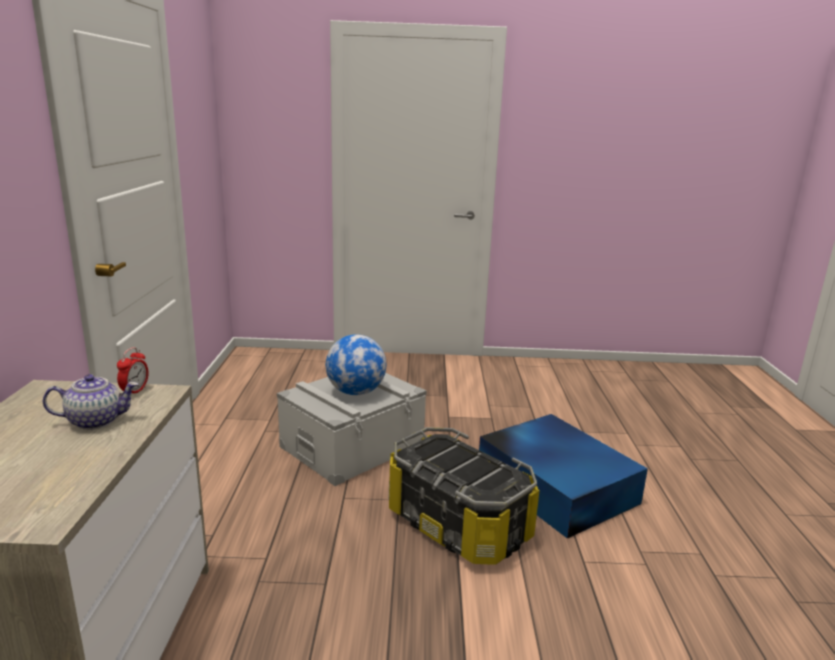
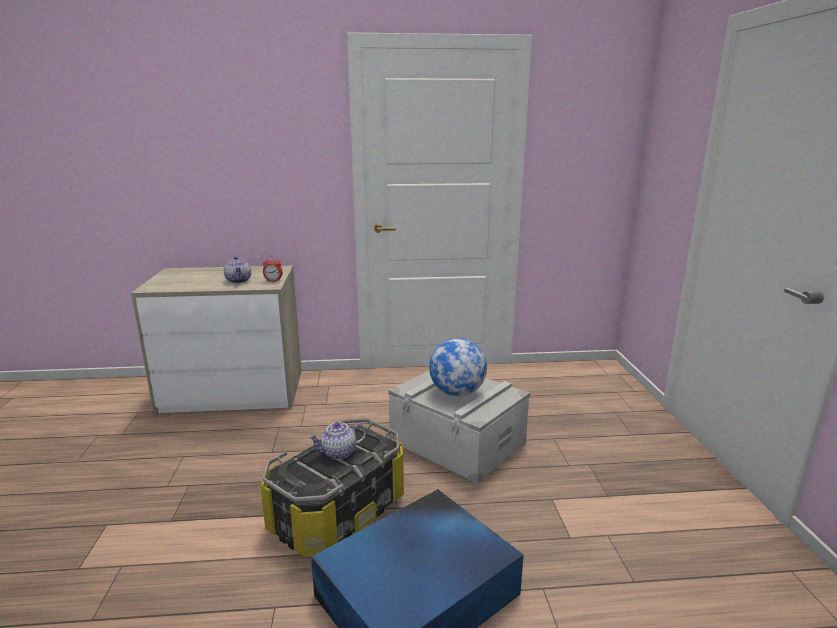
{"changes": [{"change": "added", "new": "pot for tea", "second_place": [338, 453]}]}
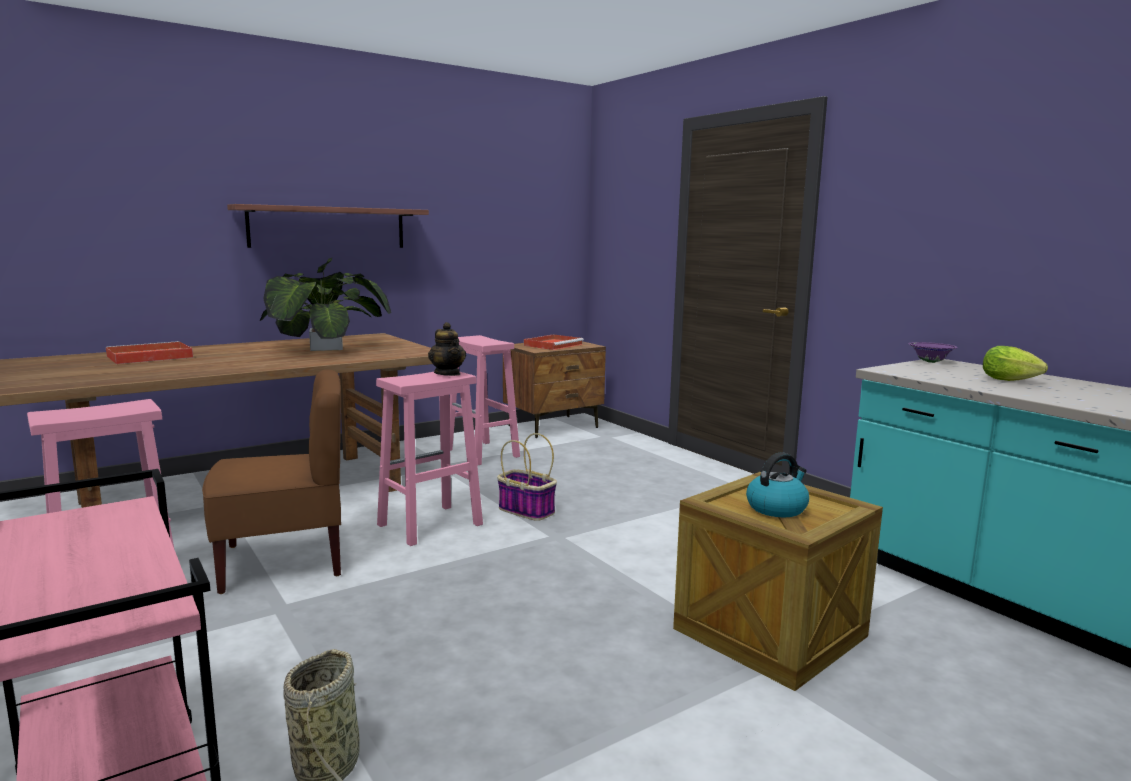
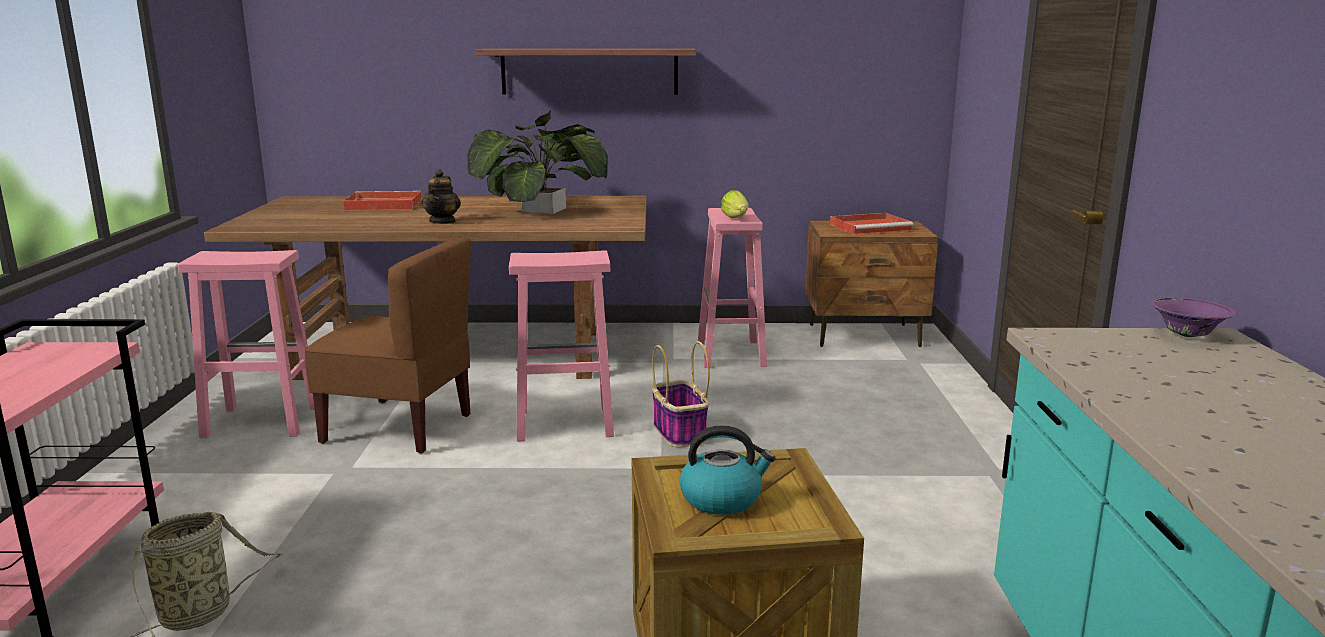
{"changes": [{"change": "moved", "old": "pot for tea", "first_place": [447, 374], "second_place": [443, 221]}, {"change": "moved", "old": "lettuce head", "first_place": [1012, 381], "second_place": [736, 219]}]}
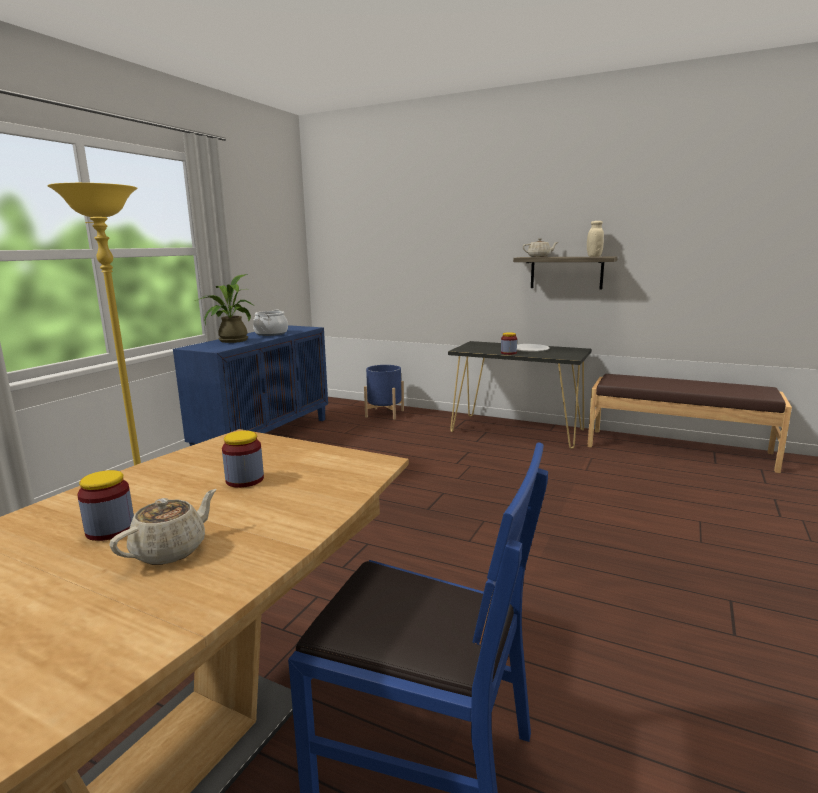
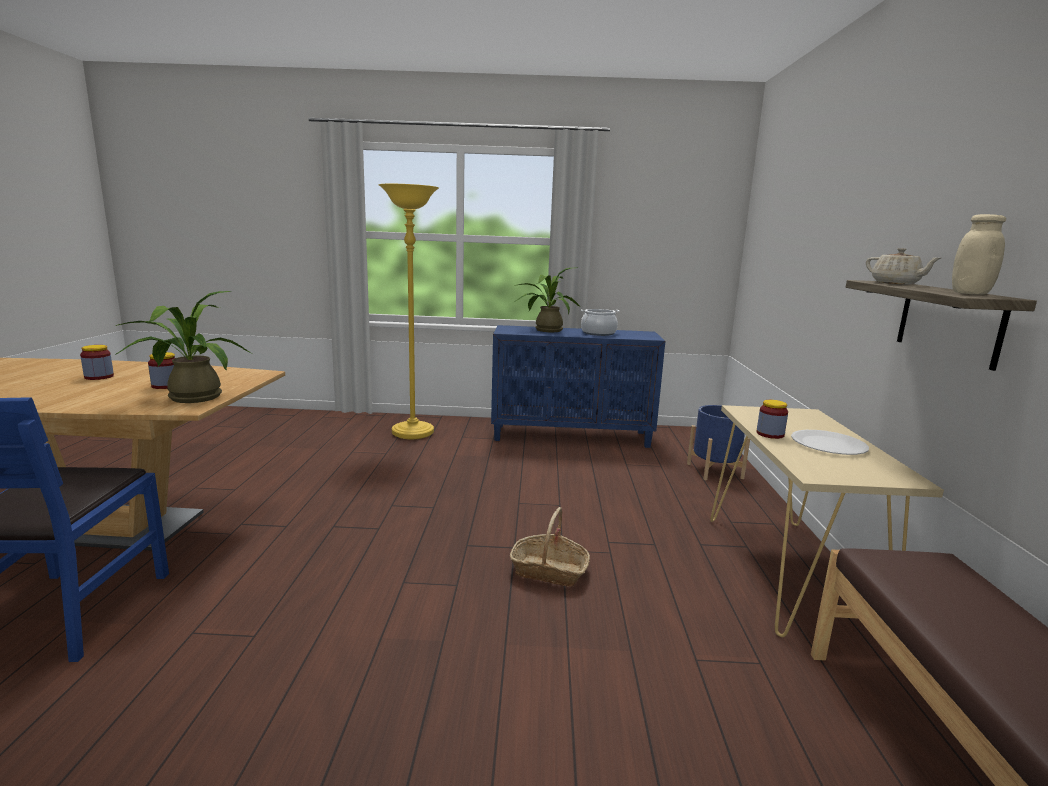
{"changes": [{"change": "removed", "old": "pot for tea in sand-coloured", "first_place": [171, 550]}, {"change": "recoloured", "old": "console table in blackish", "new": "console table in sand-coloured", "first_place": [517, 431], "second_place": [789, 572]}, {"change": "added", "new": "plant in a pot", "second_place": [189, 397]}, {"change": "added", "new": "household basket", "second_place": [549, 570]}]}
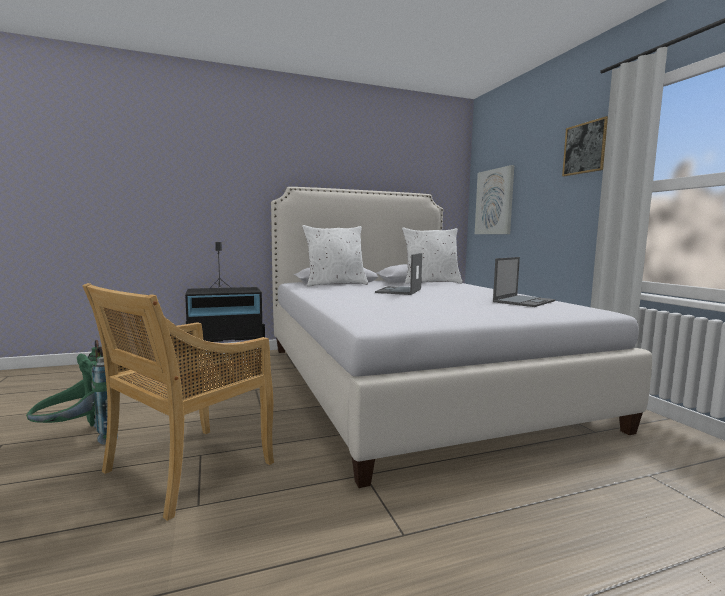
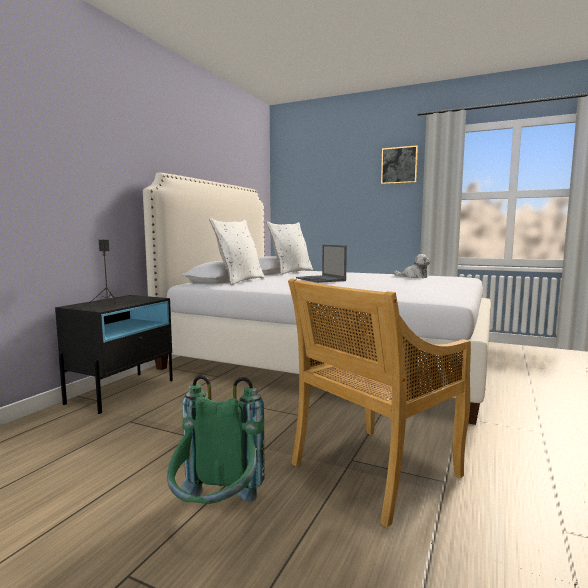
{"changes": [{"change": "turned", "old": "chair in sand-coloured", "first_place": [187, 469], "second_place": [373, 471], "degrees": 60}, {"change": "removed", "old": "picture", "first_place": [494, 202]}, {"change": "replaced", "old": "laptop", "new": "soft toy", "first_place": [524, 301], "second_place": [413, 277]}]}
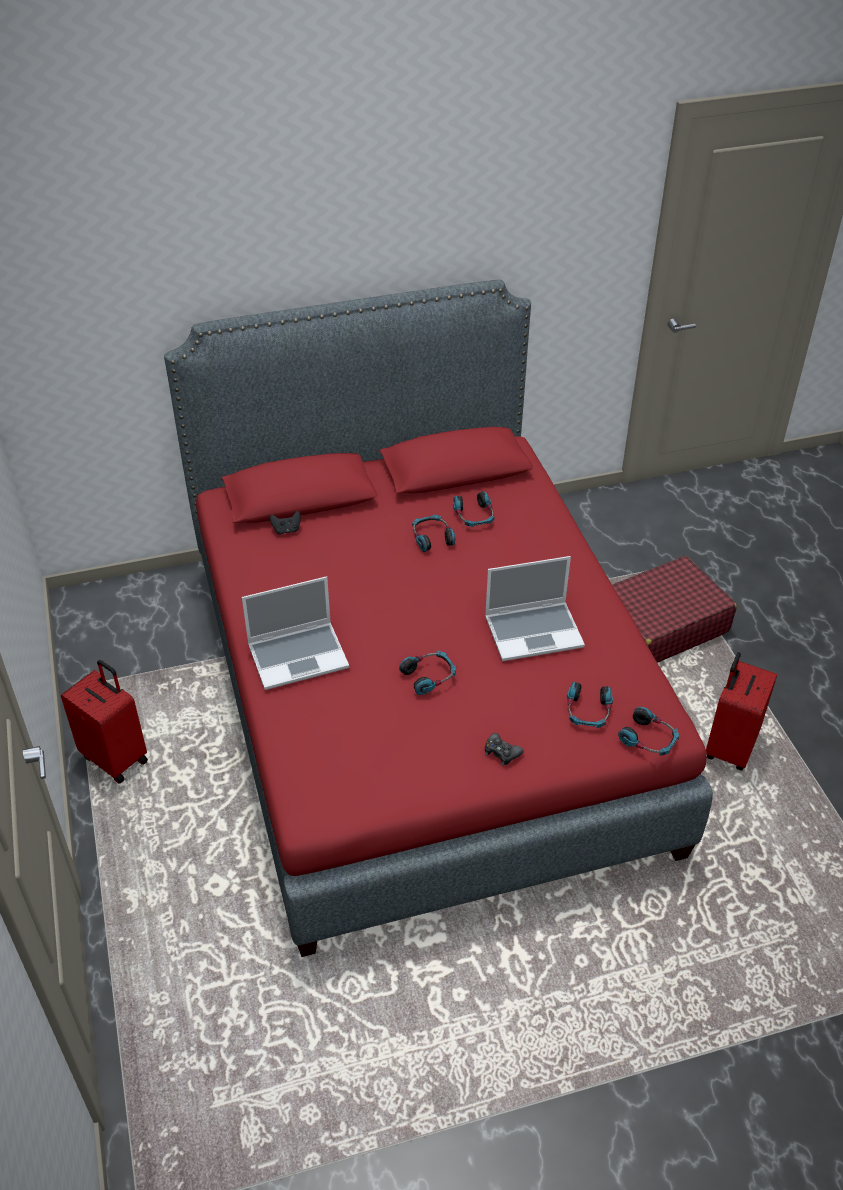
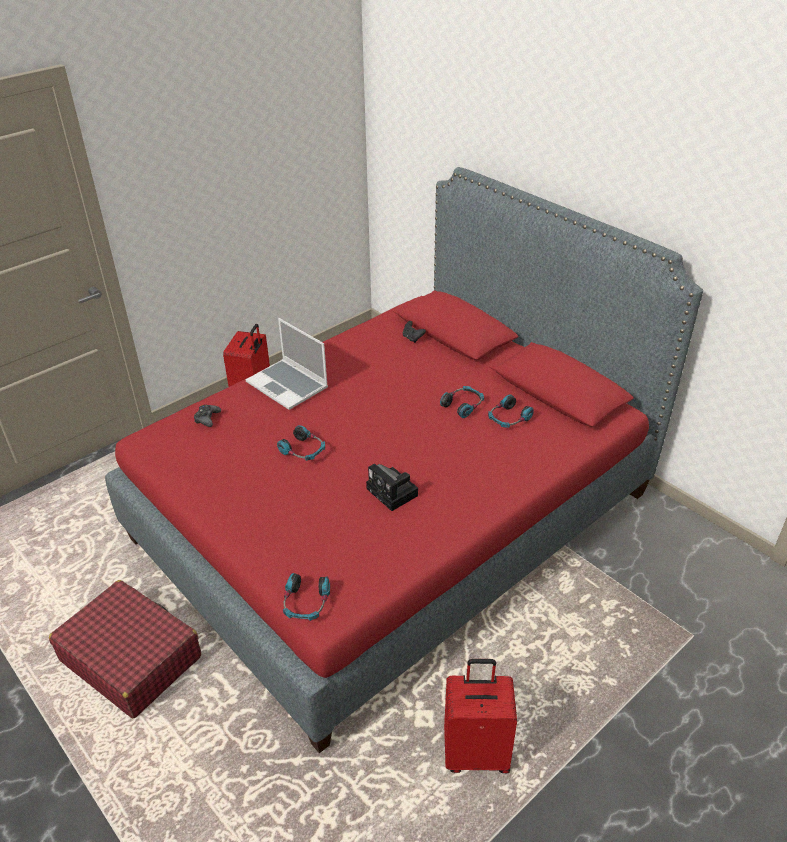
{"changes": [{"change": "replaced", "old": "laptop", "new": "still camera", "first_place": [534, 631], "second_place": [394, 493]}, {"change": "moved", "old": "gamepad in blackish", "first_place": [501, 752], "second_place": [207, 418]}, {"change": "removed", "old": "headset", "first_place": [588, 711]}, {"change": "moved", "old": "travel case in reddish", "first_place": [661, 624], "second_place": [131, 658]}]}
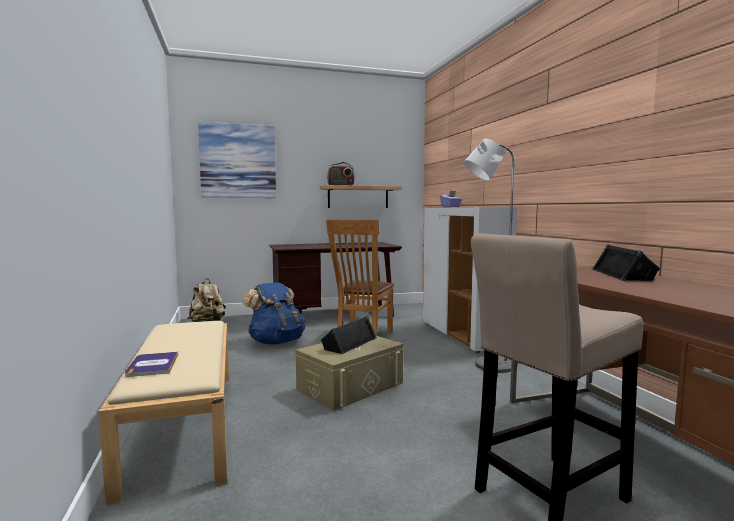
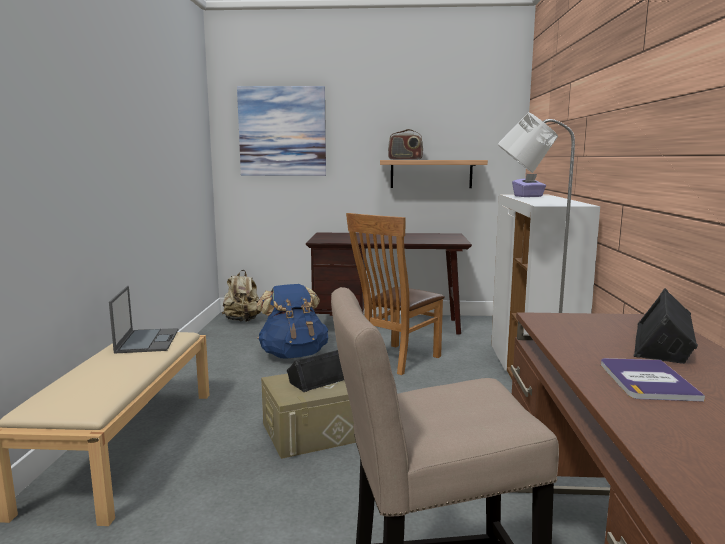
{"changes": [{"change": "moved", "old": "volume", "first_place": [153, 365], "second_place": [646, 380]}, {"change": "added", "new": "laptop", "second_place": [147, 340]}]}
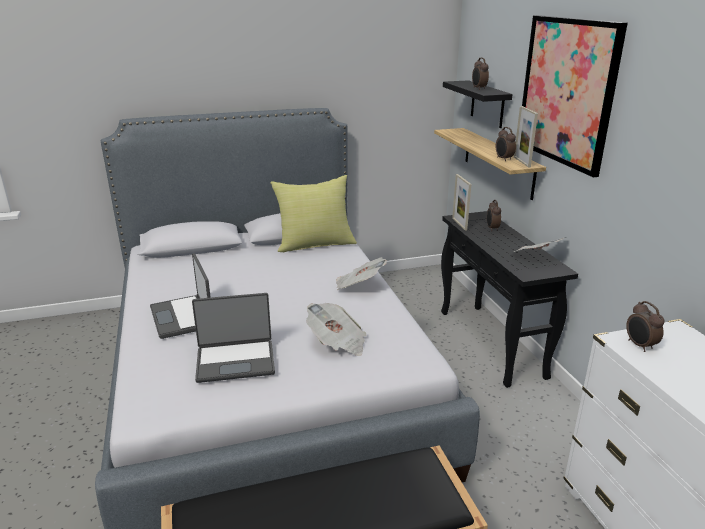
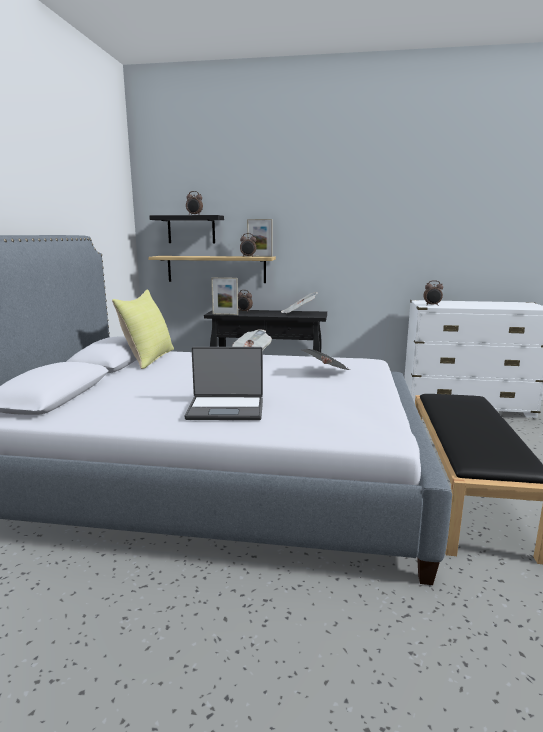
{"changes": [{"change": "removed", "old": "laptop", "first_place": [235, 361]}, {"change": "removed", "old": "picture", "first_place": [567, 92]}]}
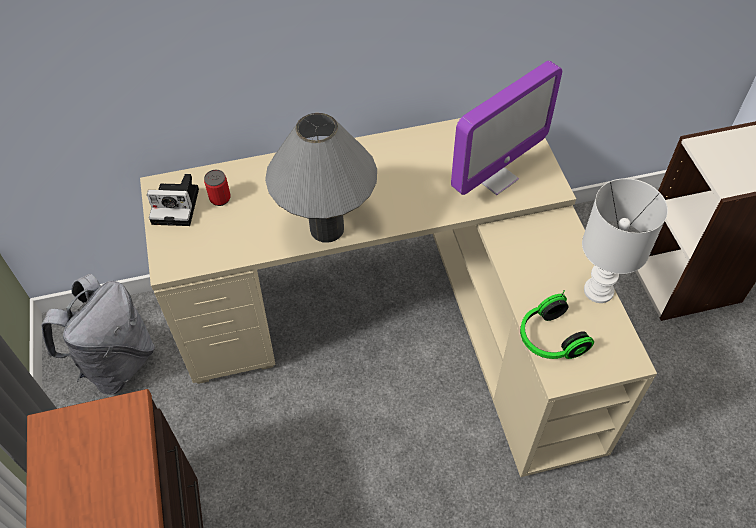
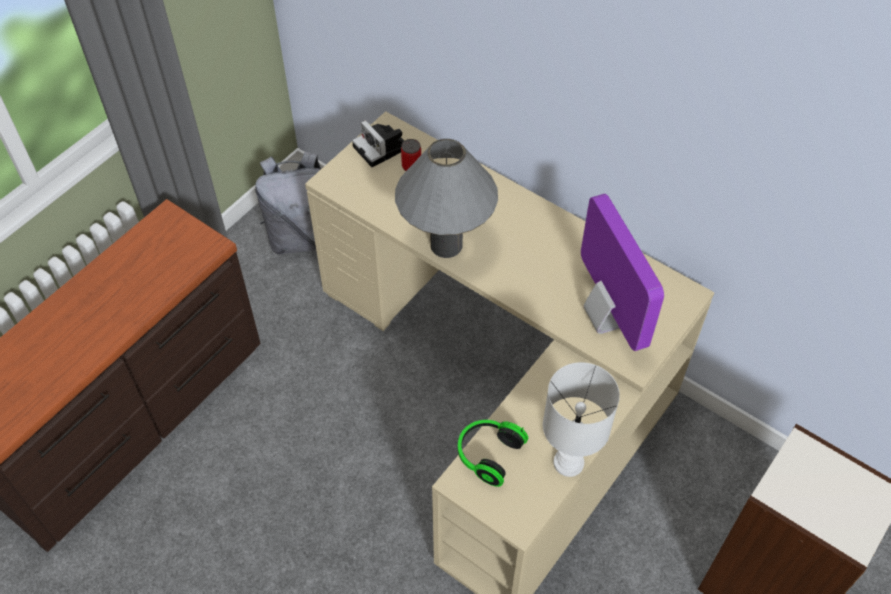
{"changes": [{"change": "turned", "old": "computer display", "first_place": [494, 177], "second_place": [606, 317], "degrees": -120}]}
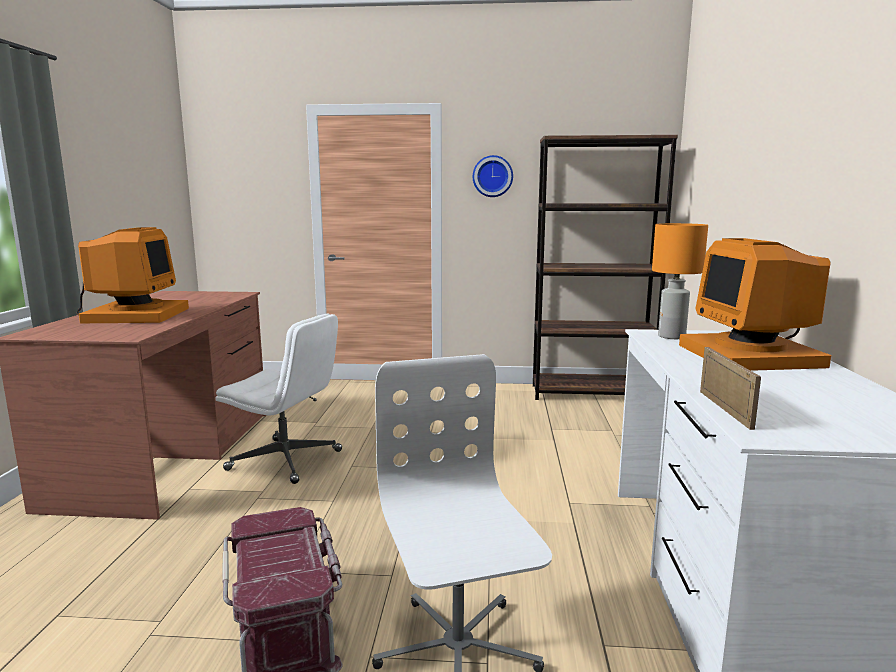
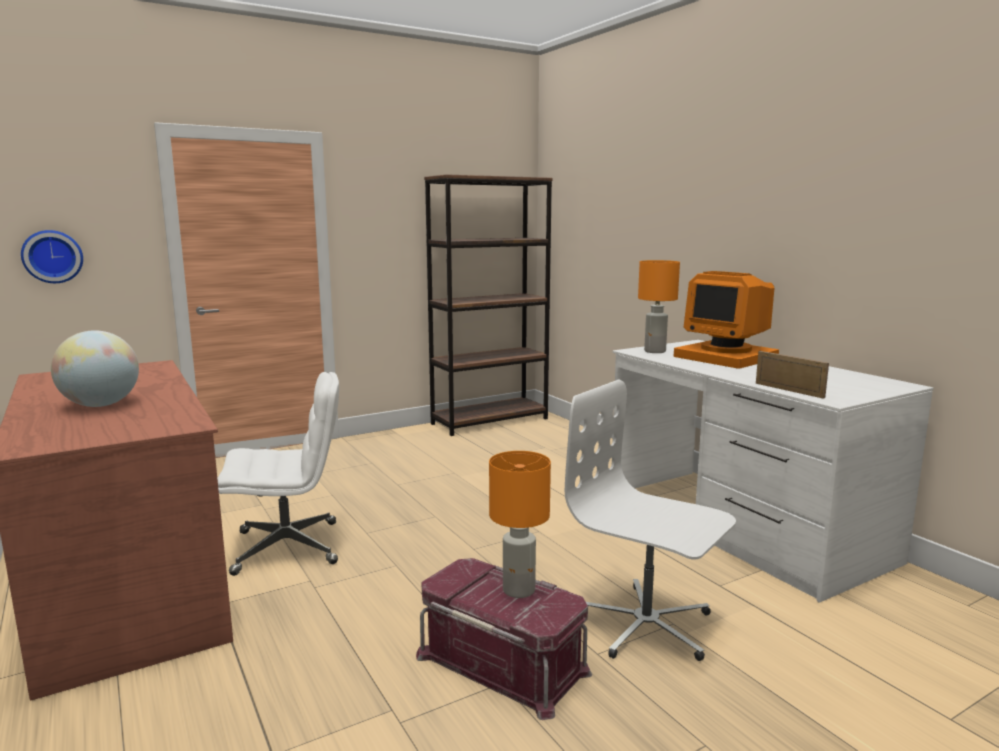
{"changes": [{"change": "replaced", "old": "computer display", "new": "desk globe", "first_place": [135, 315], "second_place": [101, 405]}, {"change": "moved", "old": "hanging clock", "first_place": [492, 176], "second_place": [52, 256]}, {"change": "added", "new": "lamp for a table in orange", "second_place": [519, 590]}]}
